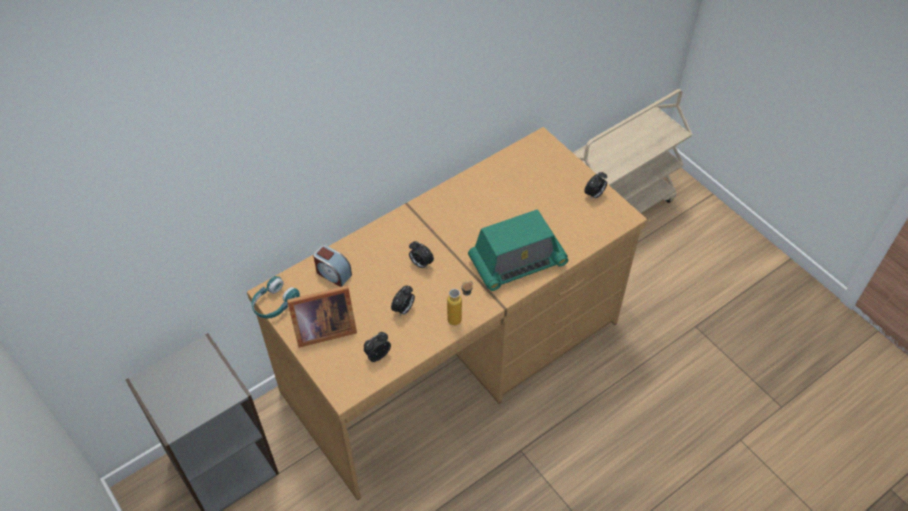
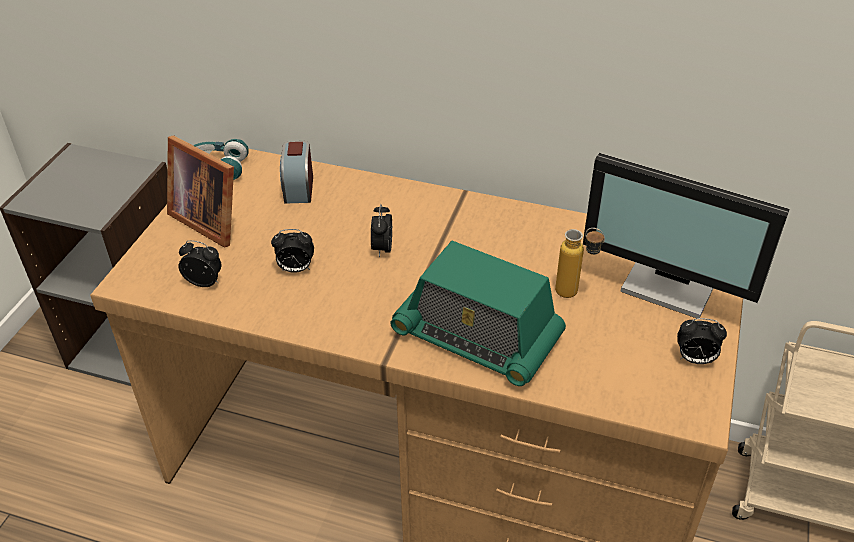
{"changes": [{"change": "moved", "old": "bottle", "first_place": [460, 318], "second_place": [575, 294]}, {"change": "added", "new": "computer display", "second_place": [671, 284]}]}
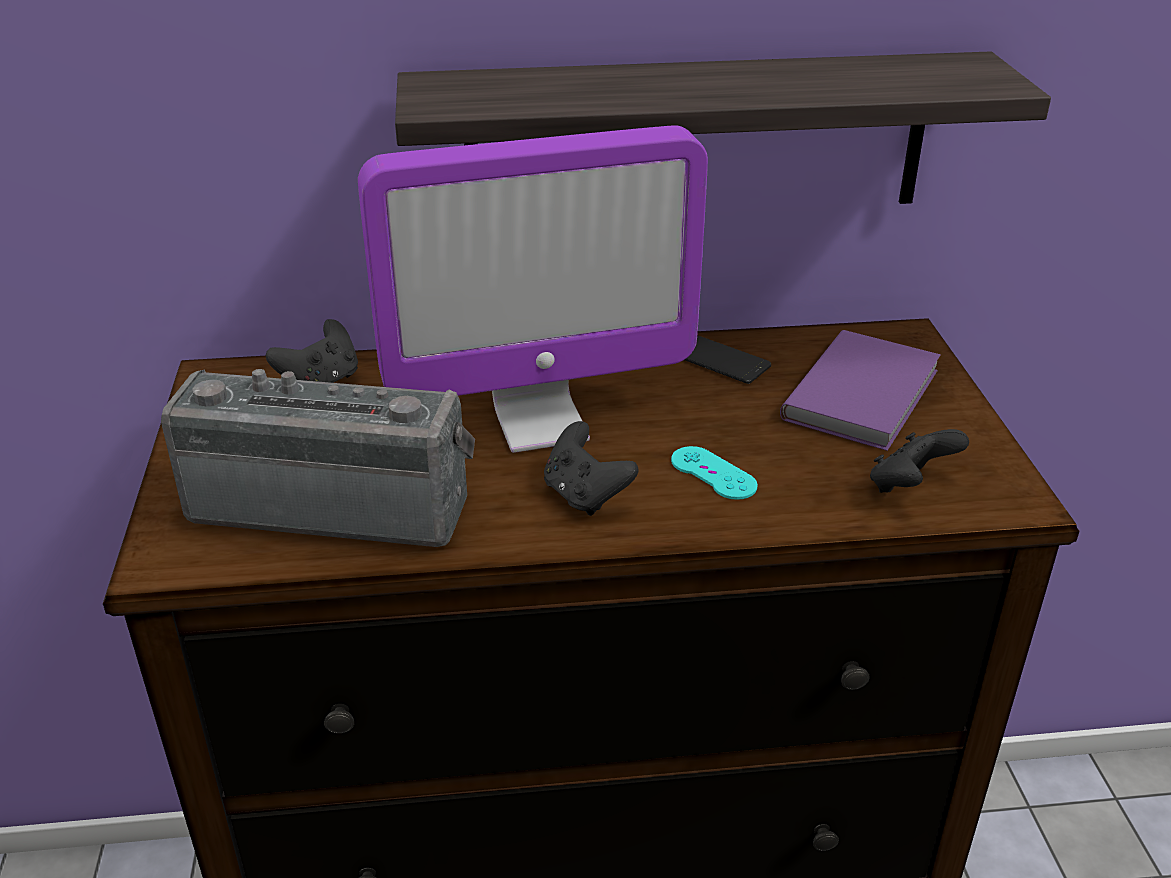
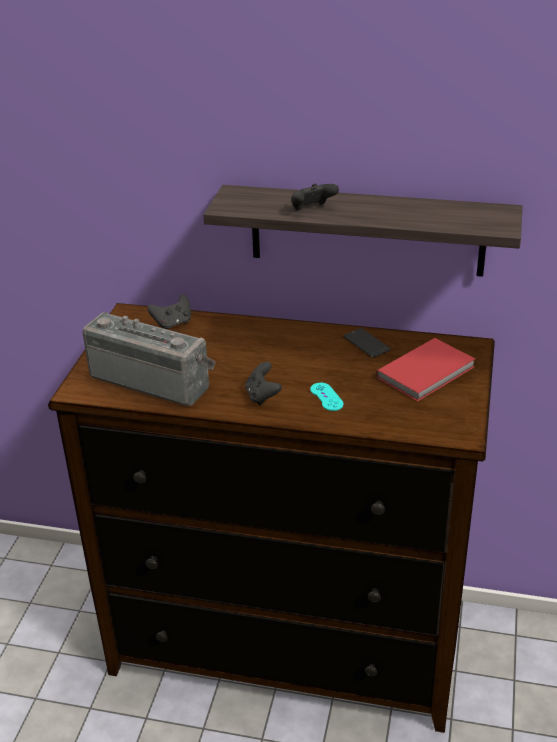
{"changes": [{"change": "removed", "old": "computer display", "first_place": [540, 423]}, {"change": "recoloured", "old": "volume in purple-coloured", "new": "volume in reddish", "first_place": [866, 394], "second_place": [428, 372]}, {"change": "moved", "old": "gamepad in blackish", "first_place": [909, 486], "second_place": [312, 210]}]}
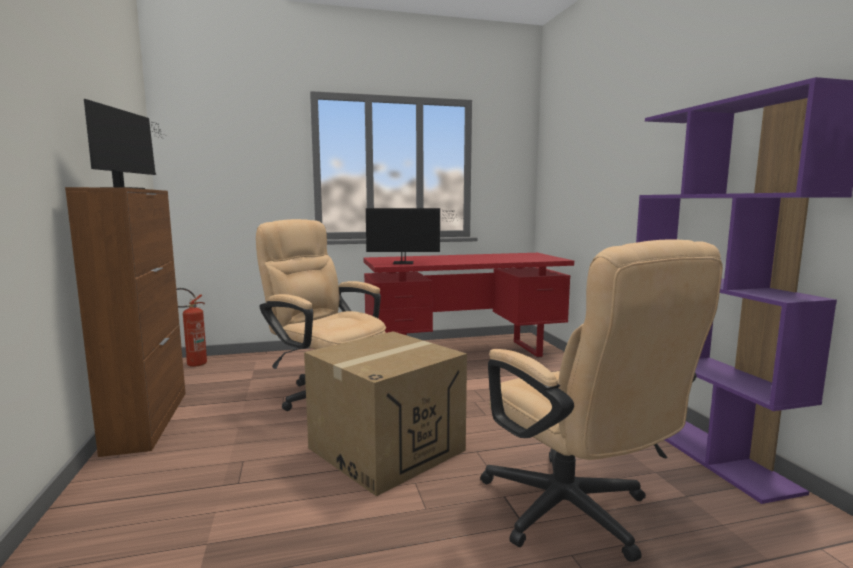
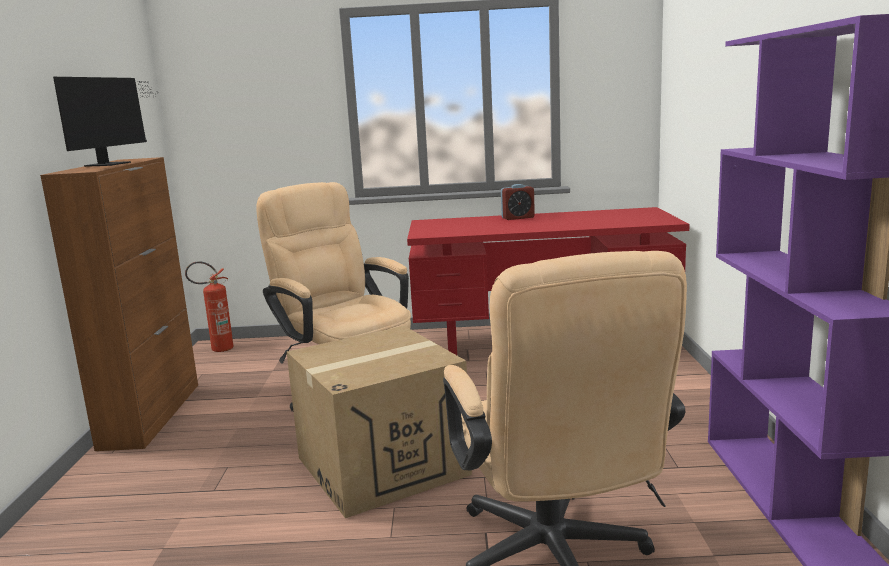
{"changes": [{"change": "removed", "old": "computer display", "first_place": [407, 263]}, {"change": "added", "new": "table clock", "second_place": [518, 218]}]}
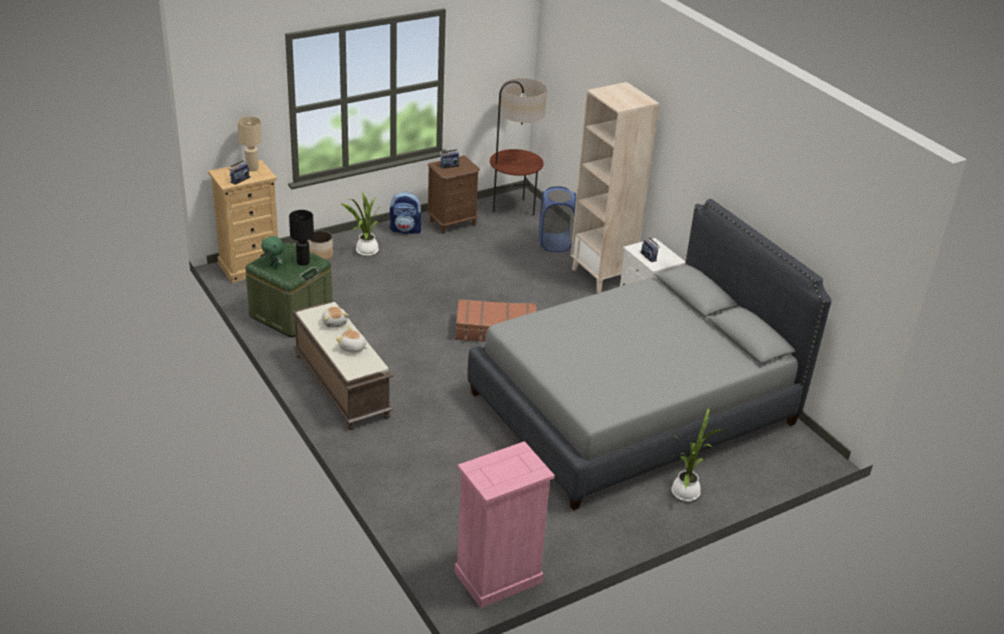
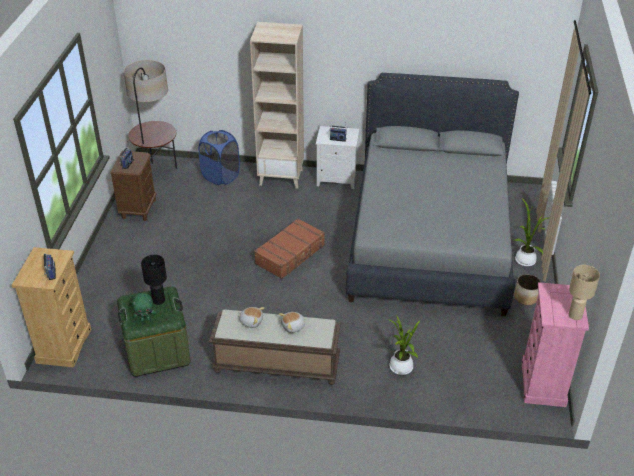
{"changes": [{"change": "moved", "old": "lamp for a table in sand-coloured", "first_place": [252, 168], "second_place": [575, 315]}, {"change": "moved", "old": "planter", "first_place": [320, 255], "second_place": [525, 297]}, {"change": "moved", "old": "plant in a pot", "first_place": [365, 251], "second_place": [401, 368]}, {"change": "removed", "old": "knapsack", "first_place": [406, 230]}]}
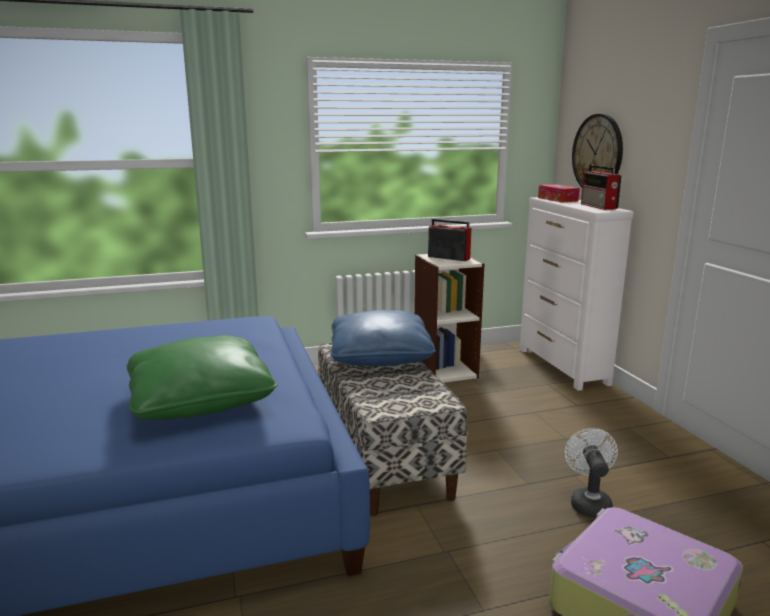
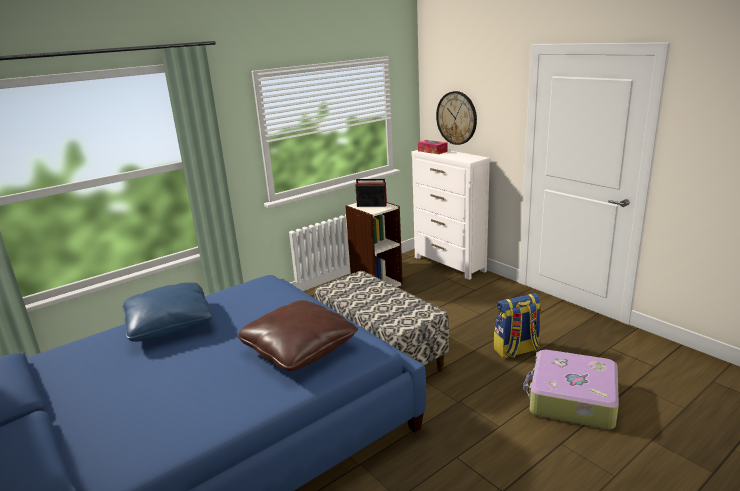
{"changes": [{"change": "recoloured", "old": "pillow in greenish", "new": "pillow in brown", "first_place": [201, 400], "second_place": [299, 349]}, {"change": "moved", "old": "pillow in blue", "first_place": [380, 356], "second_place": [170, 325]}, {"change": "replaced", "old": "cooling fan in white-coloured", "new": "knapsack", "first_place": [588, 502], "second_place": [516, 350]}, {"change": "removed", "old": "radio", "first_place": [599, 206]}]}
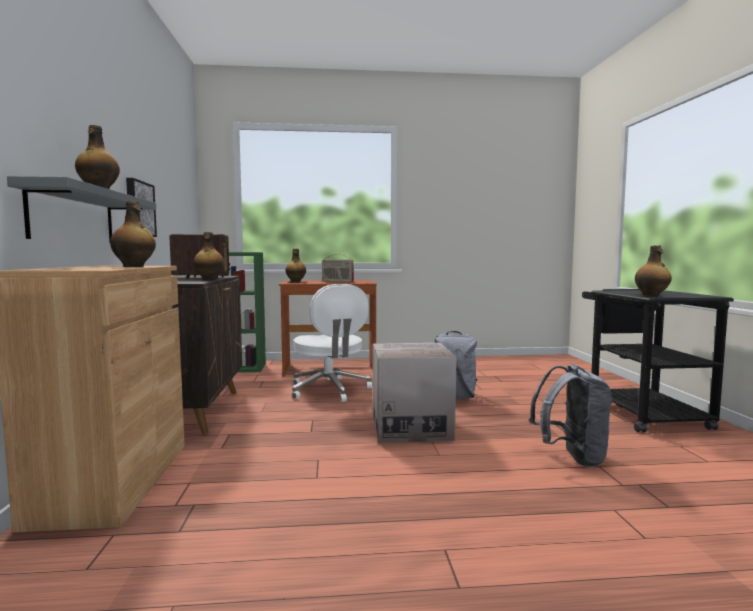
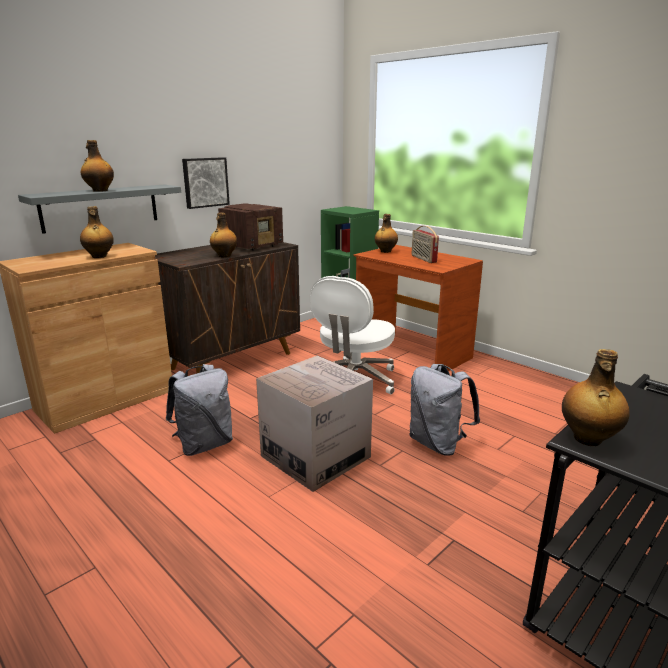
{"changes": [{"change": "moved", "old": "knapsack in grey", "first_place": [571, 457], "second_place": [204, 444]}]}
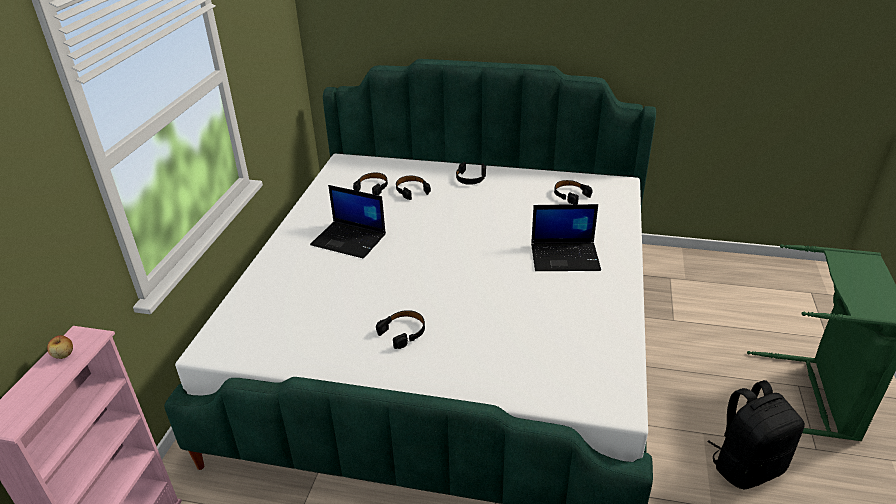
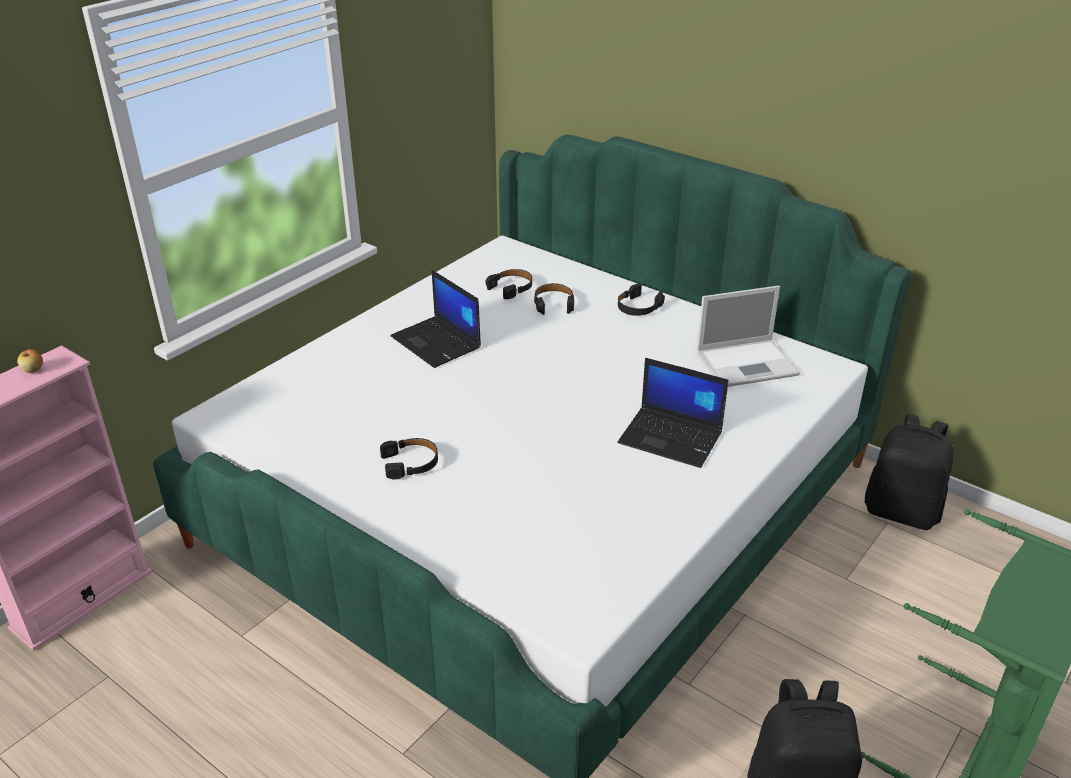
{"changes": [{"change": "replaced", "old": "headset in blackish", "new": "laptop", "first_place": [570, 195], "second_place": [748, 363]}, {"change": "added", "new": "knapsack in blackish", "second_place": [902, 511]}]}
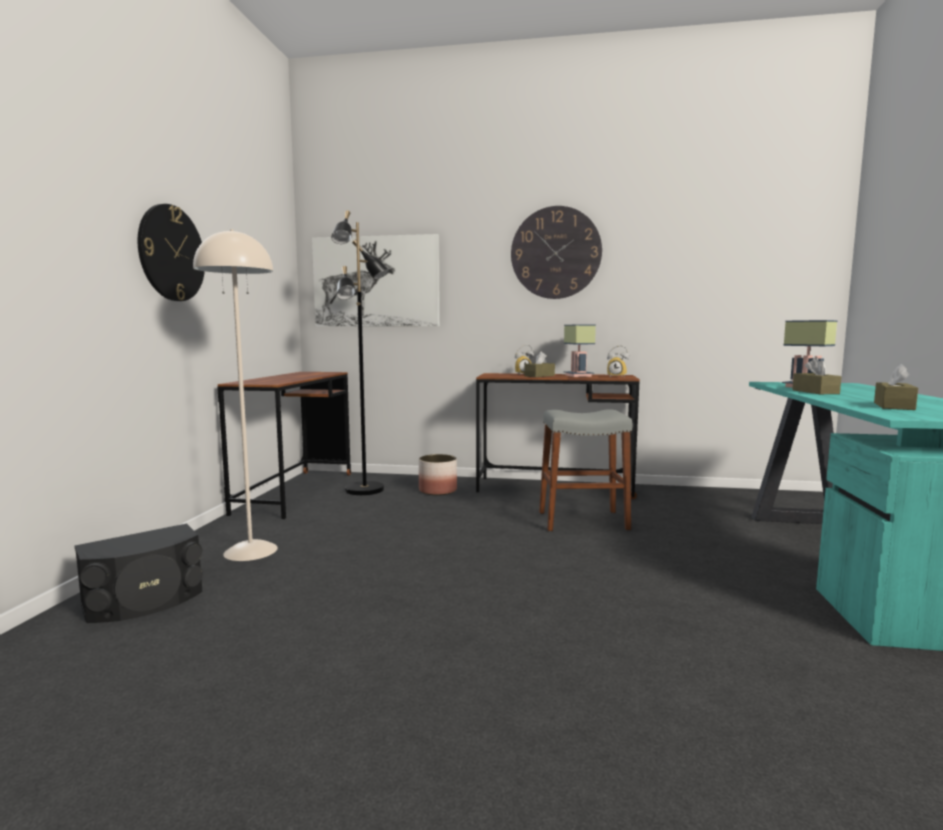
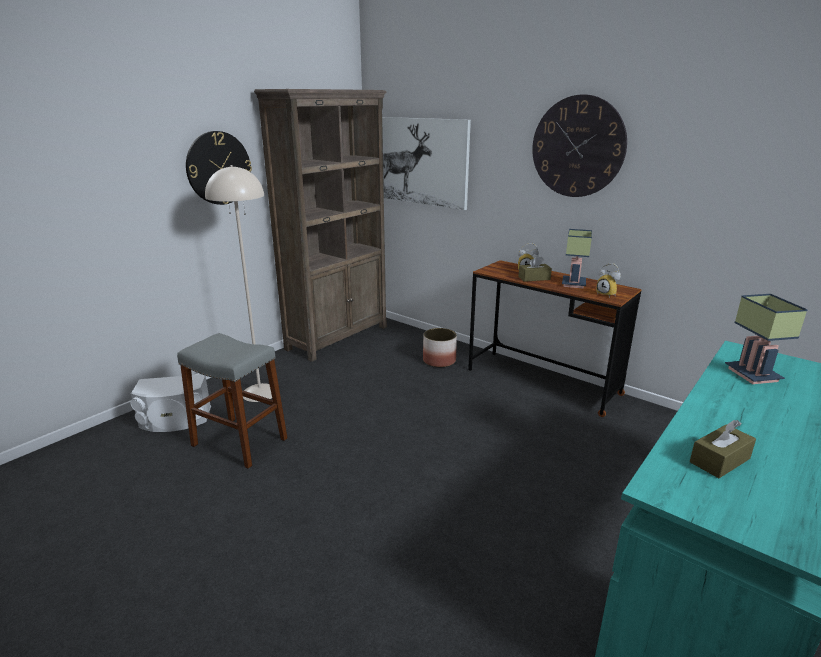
{"changes": [{"change": "recoloured", "old": "audio speaker in blackish", "new": "audio speaker in white-coloured", "first_place": [145, 601], "second_place": [175, 419]}, {"change": "replaced", "old": "desk in brown", "new": "shelving unit in brown", "first_place": [296, 492], "second_place": [338, 337]}, {"change": "removed", "old": "standard lamp in blackish", "first_place": [365, 490]}, {"change": "moved", "old": "sitting stool in grey", "first_place": [582, 521], "second_place": [239, 442]}, {"change": "removed", "old": "tissue box in brown", "first_place": [815, 392]}]}
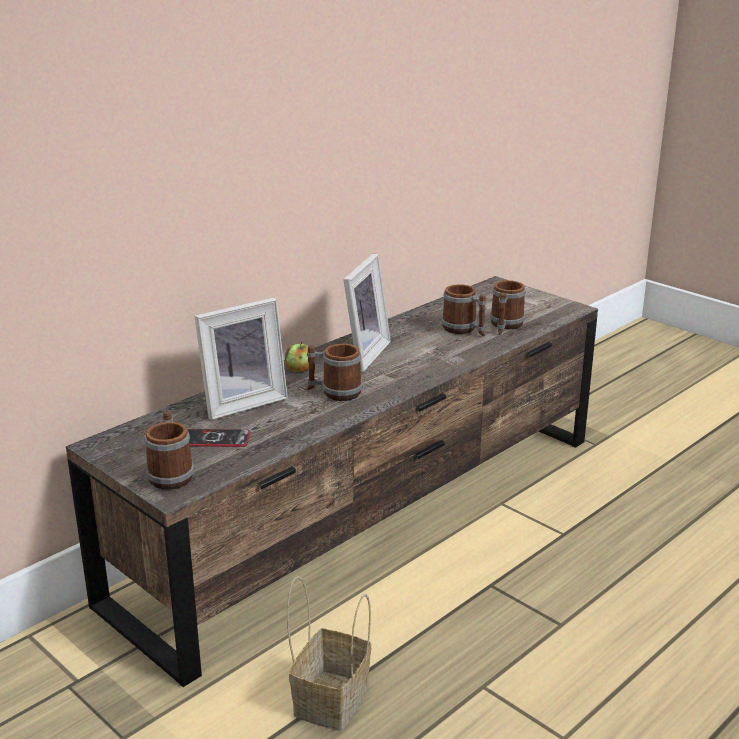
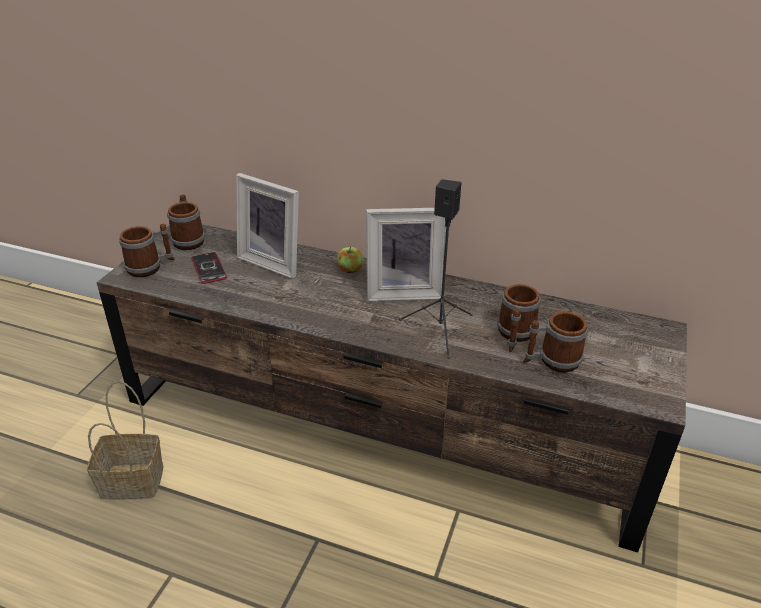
{"changes": [{"change": "moved", "old": "tea mug", "first_place": [334, 392], "second_place": [188, 239]}, {"change": "added", "new": "audio speaker in blackish", "second_place": [440, 329]}]}
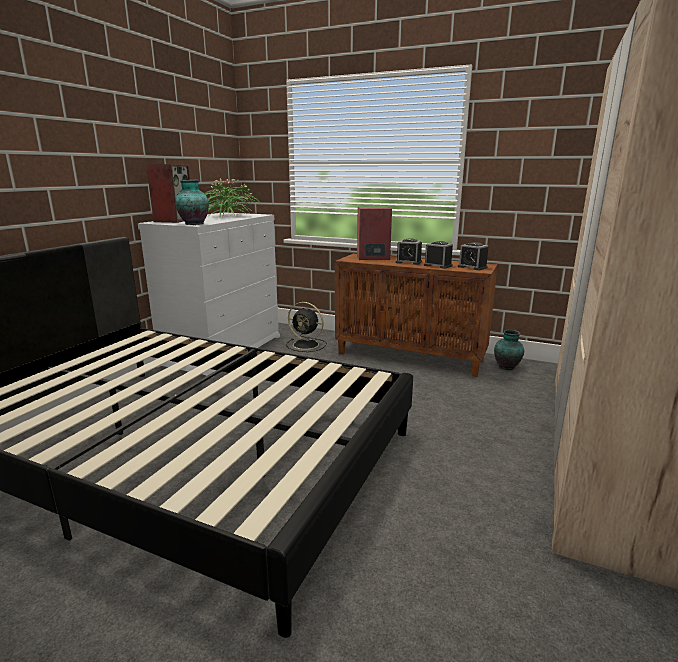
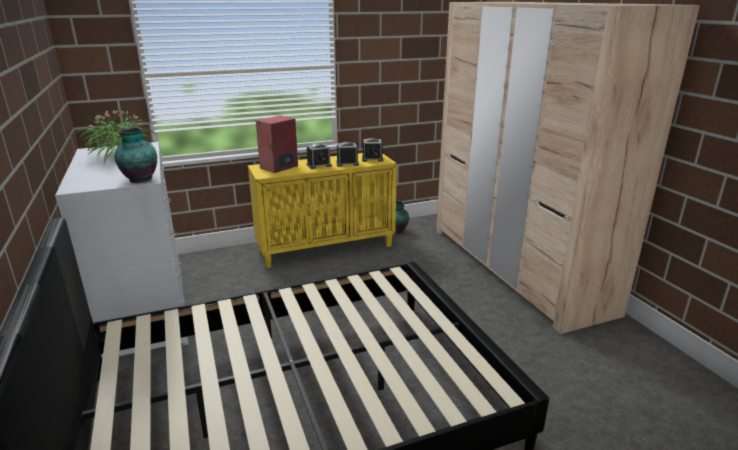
{"changes": [{"change": "removed", "old": "audio speaker", "first_place": [174, 220]}, {"change": "removed", "old": "cooling fan in blackish", "first_place": [307, 345]}, {"change": "recoloured", "old": "cabinet in brown", "new": "cabinet in yellow", "first_place": [410, 357], "second_place": [326, 248]}]}
